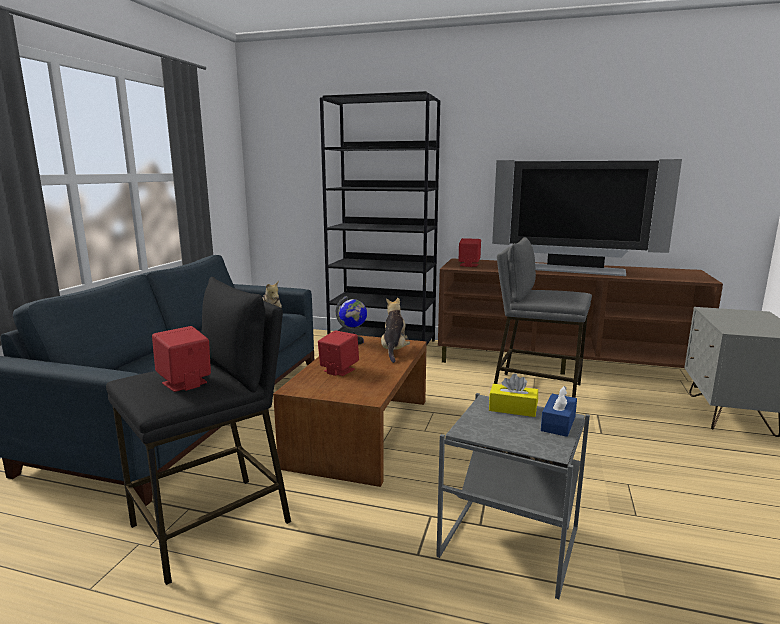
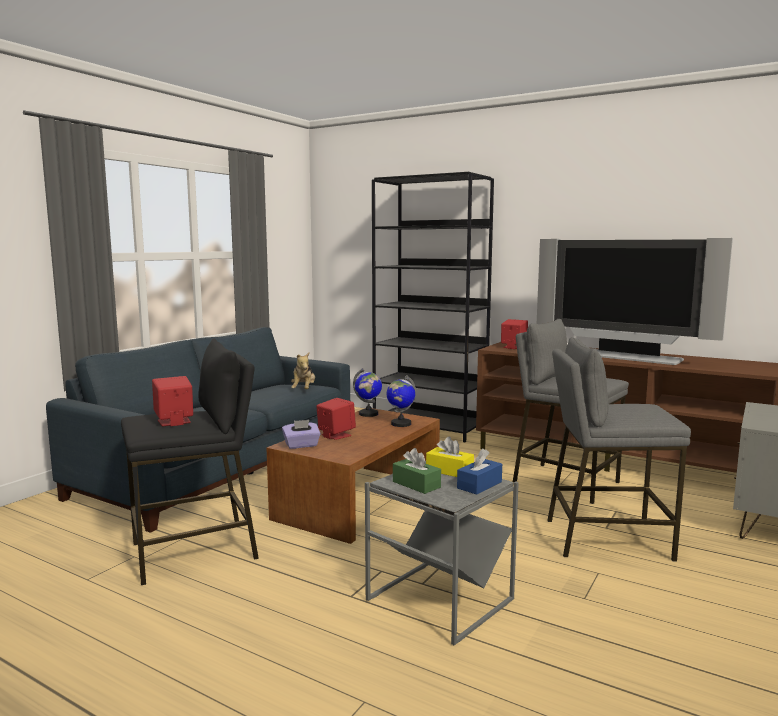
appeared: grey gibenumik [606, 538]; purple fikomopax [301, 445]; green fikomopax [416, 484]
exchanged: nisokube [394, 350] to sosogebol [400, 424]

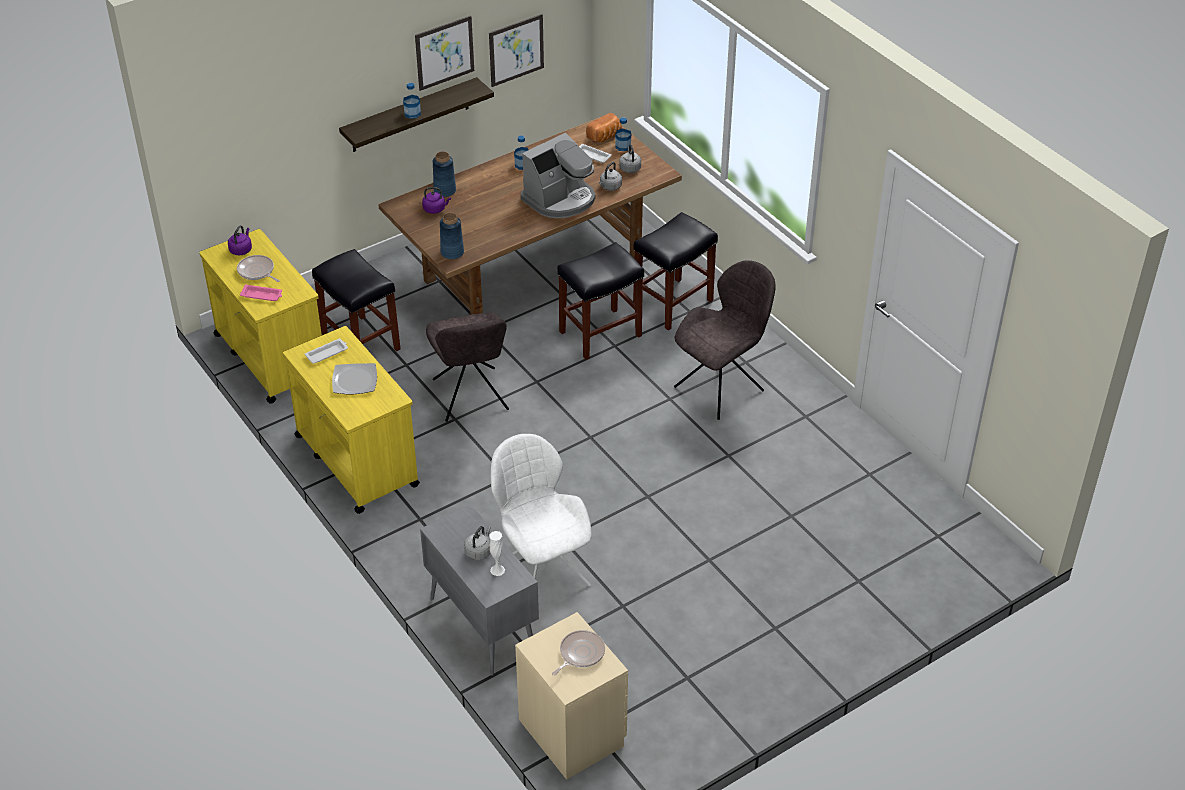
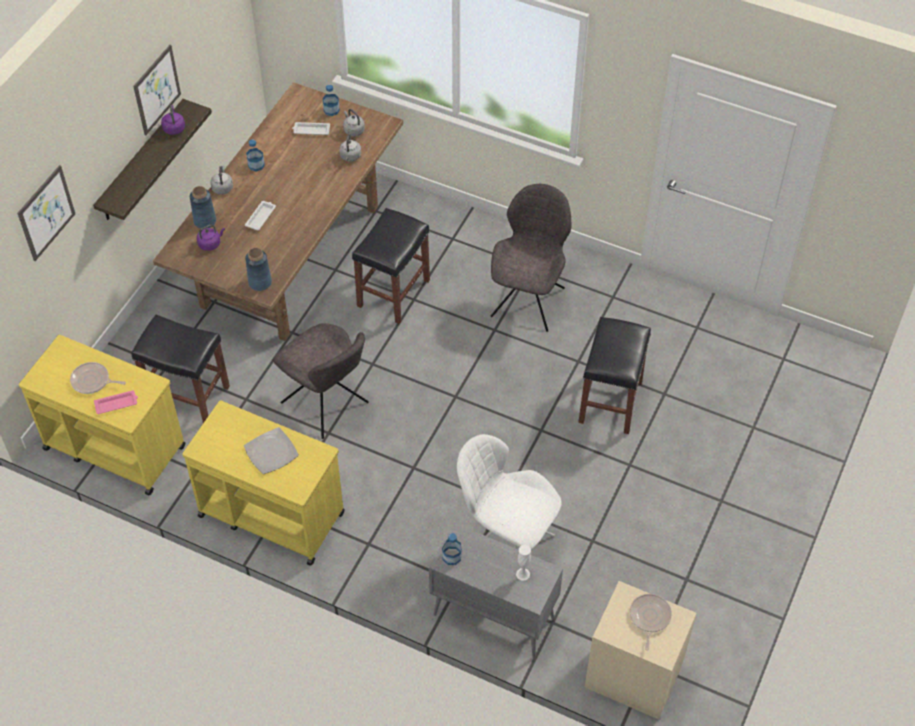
missing: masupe [605, 136]; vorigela [560, 199]
relocated: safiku [516, 50] to [46, 213]; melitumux [412, 113] to [452, 557]; black gibenumik [672, 305] to [610, 403]; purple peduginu [241, 249] to [174, 128]; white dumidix [327, 353] to [261, 217]; grey peduginu [479, 551] to [222, 187]

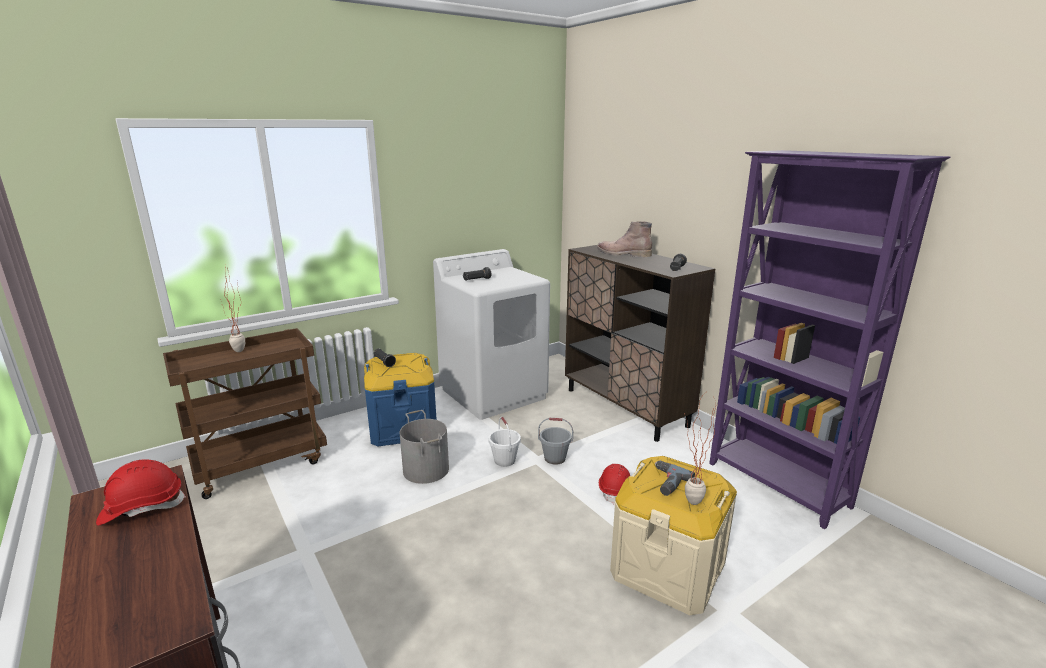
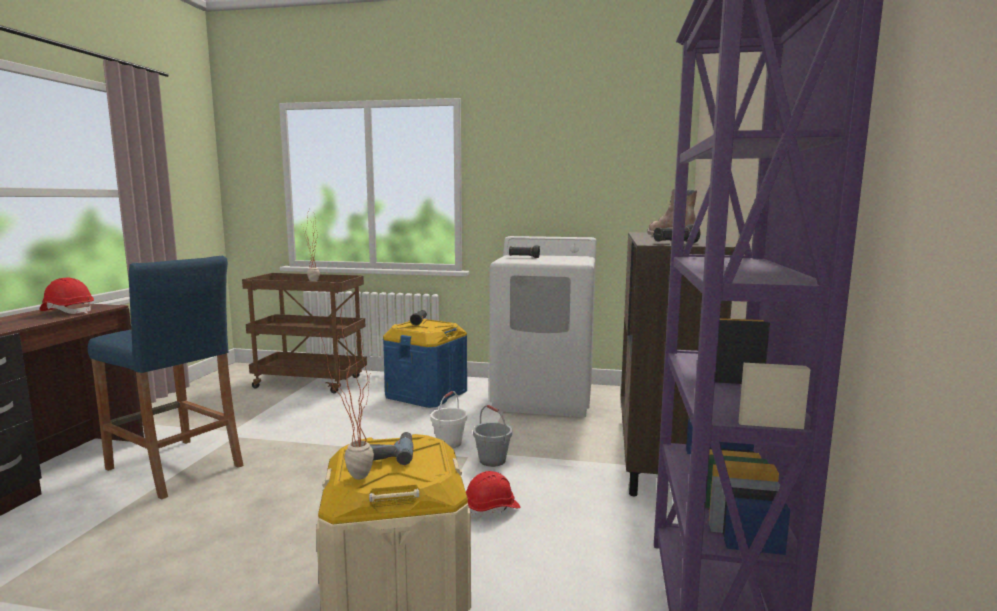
missing: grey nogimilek [425, 470]
appeared: blue gibenumik [174, 467]

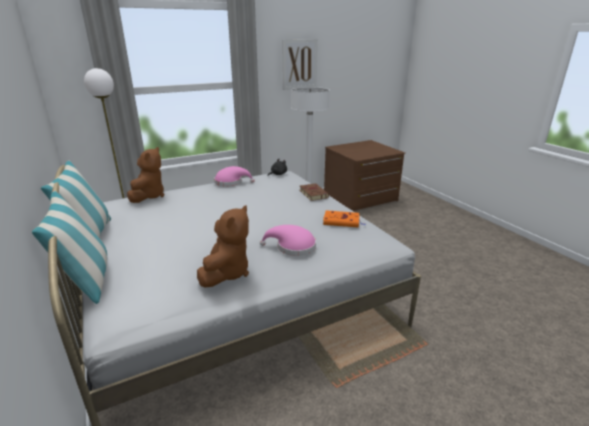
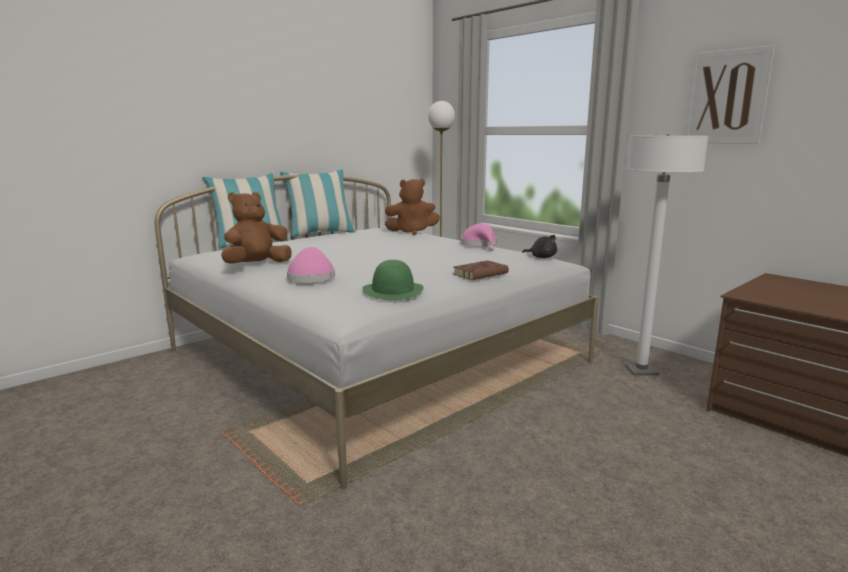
exchanged: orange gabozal [342, 221] to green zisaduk [393, 290]
spun: brown nisokube [226, 273] = [257, 265] 135 degrees clockwise

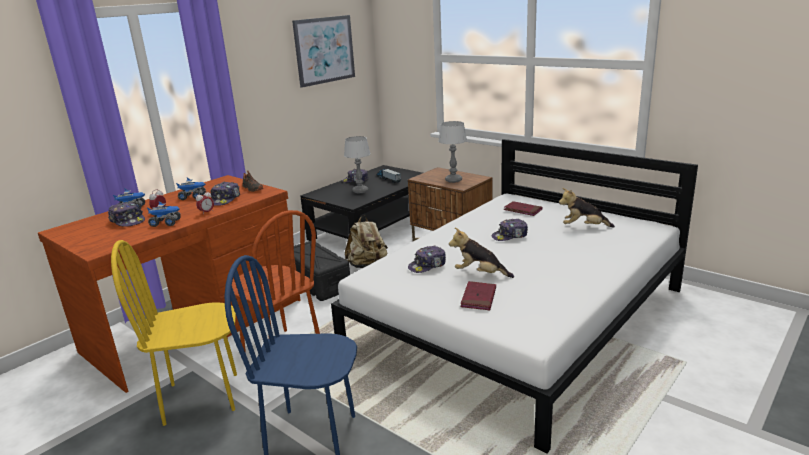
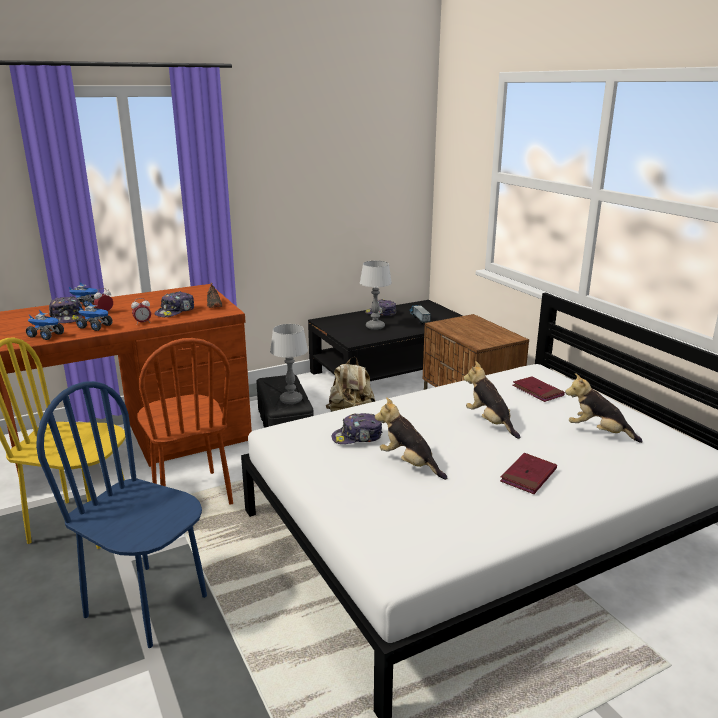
missing: safiku [324, 50]
relocated: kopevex [453, 180] to [291, 400]; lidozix [193, 197] to [46, 335]; red gabozal [478, 298] to [528, 476]
exchanged: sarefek [510, 236] to nisokube [490, 422]

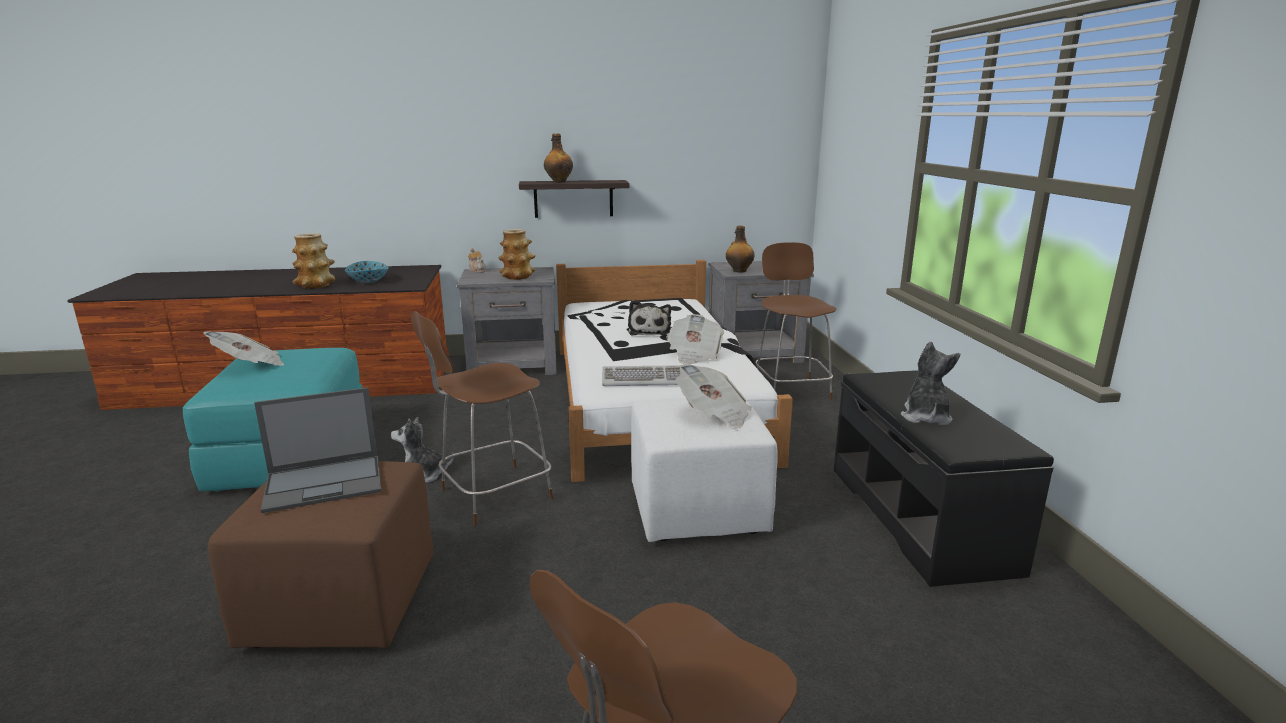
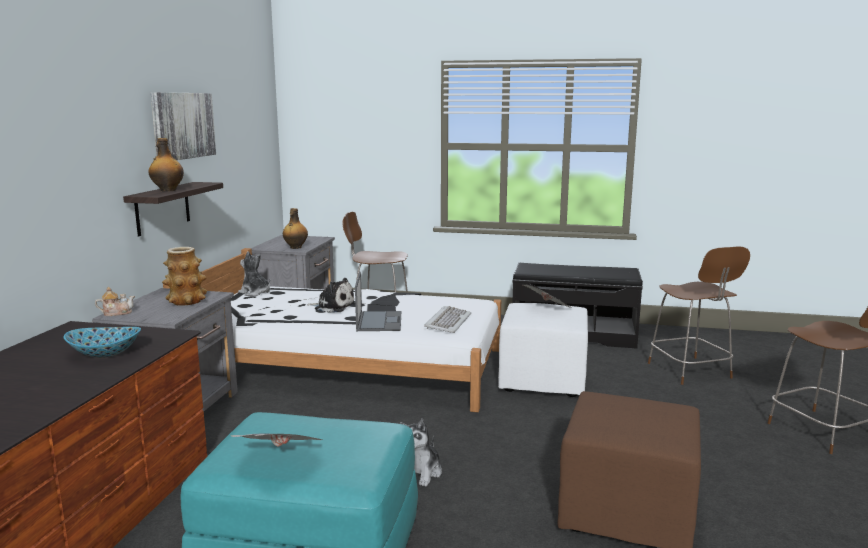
missing: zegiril [316, 285]; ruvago [694, 355]
appeared: safiku [182, 125]
relocated: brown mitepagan [492, 495] to [690, 371]; nisokube [925, 417] to [255, 293]; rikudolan [325, 483] to [379, 321]

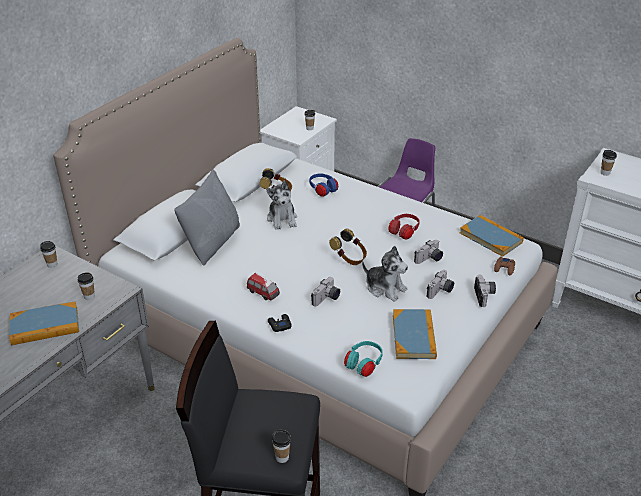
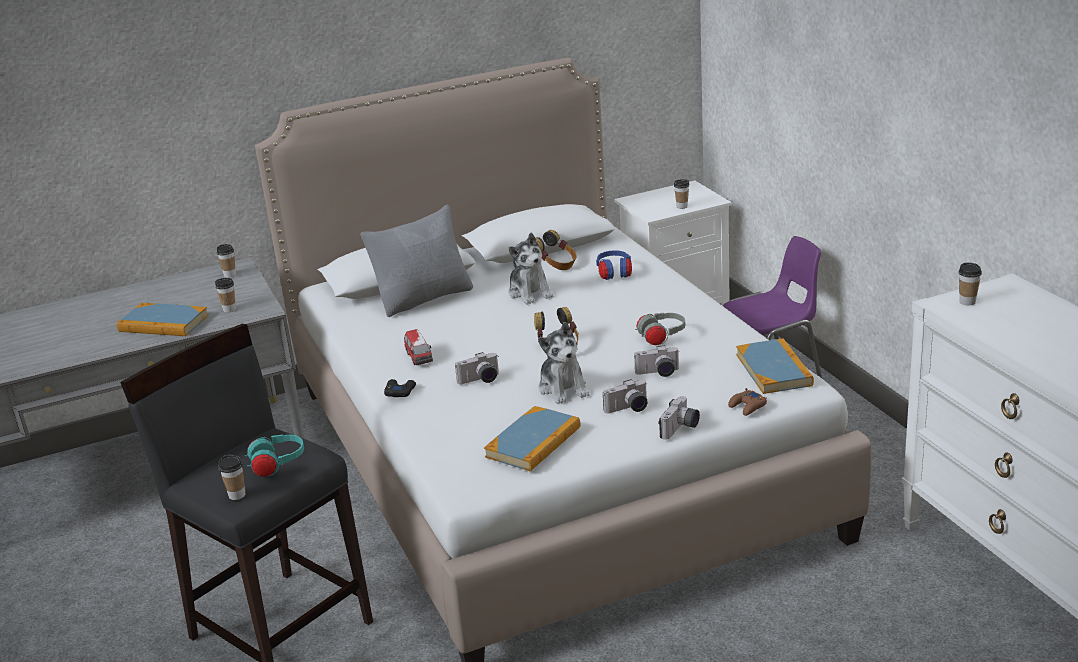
relocated: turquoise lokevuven [363, 365] to [277, 466]
colour: red lokevuven [404, 232] to grey lokevuven [661, 338]
spun: nisokube [282, 219] = [530, 293] 45 degrees counterclockwise

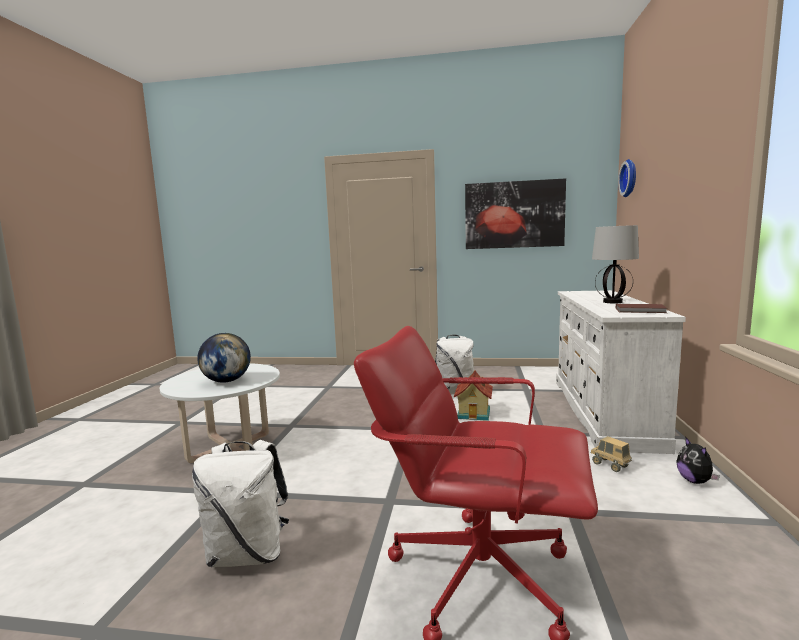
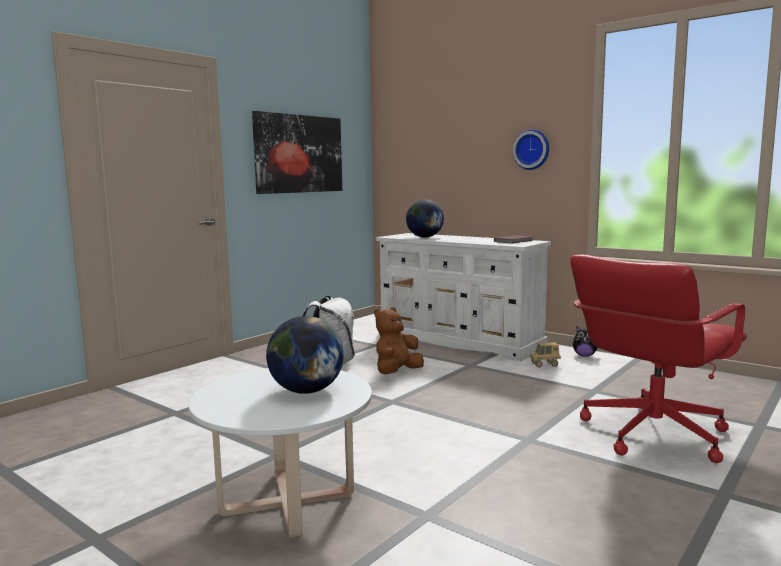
missing: kopevex [613, 302]; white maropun [248, 553]
appeared: sosogebol [424, 237]
relocated: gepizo [630, 178] to [532, 149]
exchanged: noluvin [475, 413] to brown nisokube [397, 372]

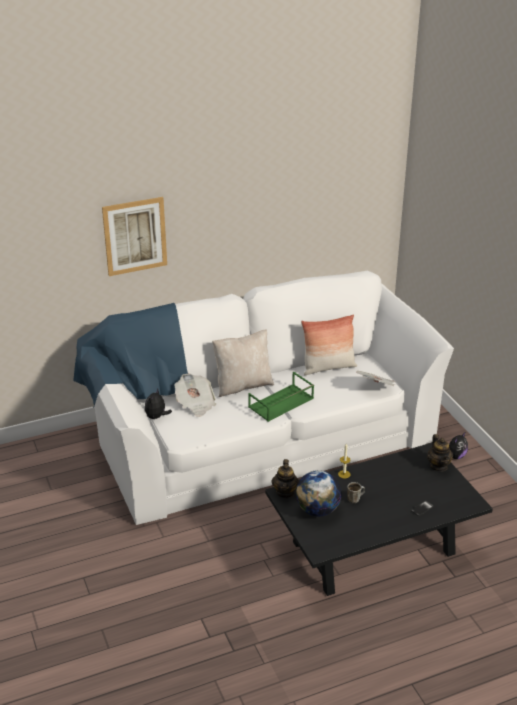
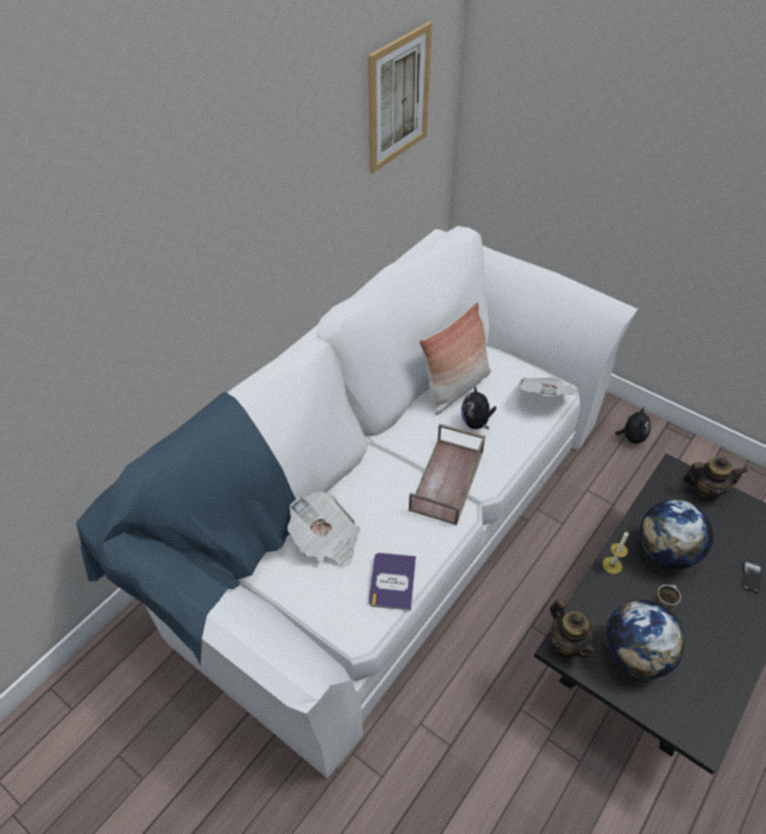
missing: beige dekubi [243, 385]
appeared: sosogebol [665, 552]; gabozal [392, 581]
relocated: safiku [135, 236] to [398, 98]; nisokube [156, 417] to [476, 423]
colour: green dumidix [281, 403] to brown dumidix [447, 482]
spun: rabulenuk [438, 466] = [706, 490] 45 degrees counterclockwise

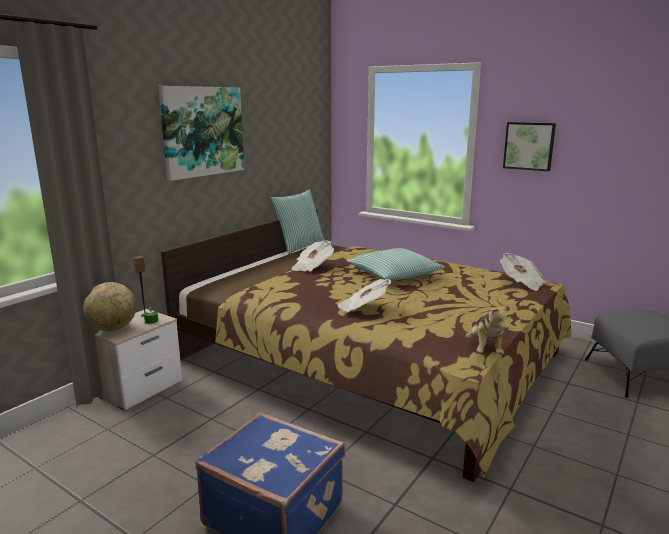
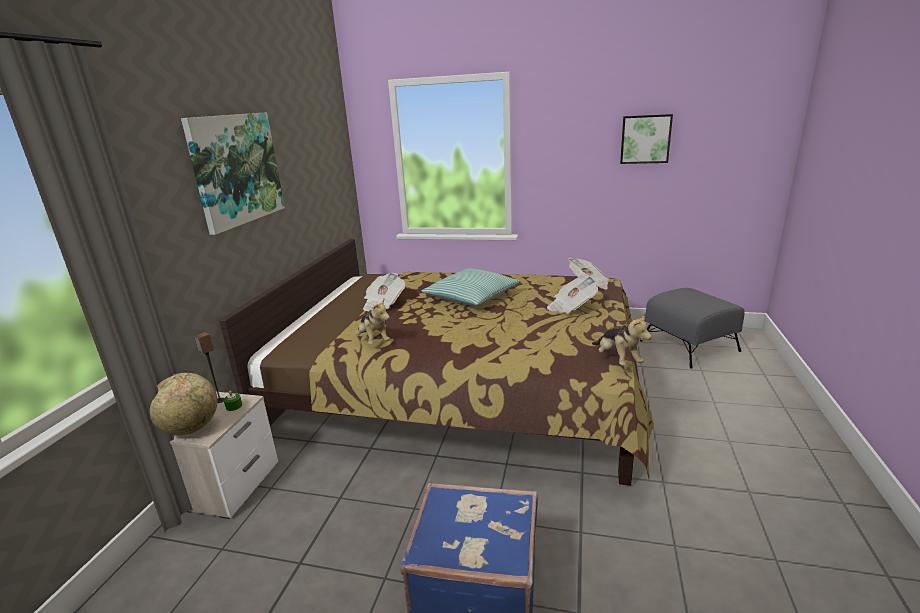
missing: dekubi [300, 247]
appeared: nisokube [373, 340]
relocated: safiku [529, 146] to [645, 139]; ruvago [363, 308] to [571, 307]

